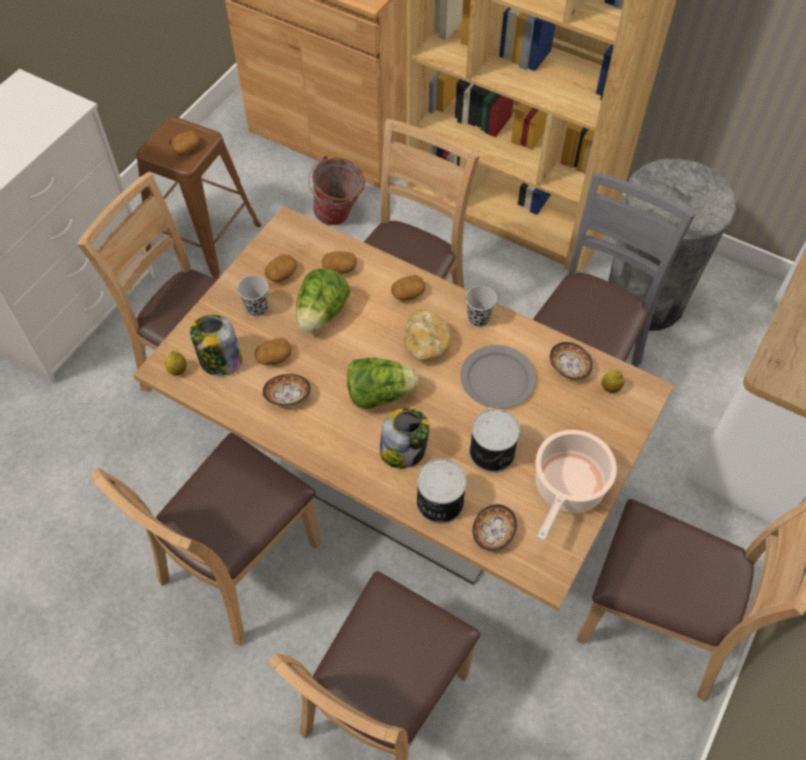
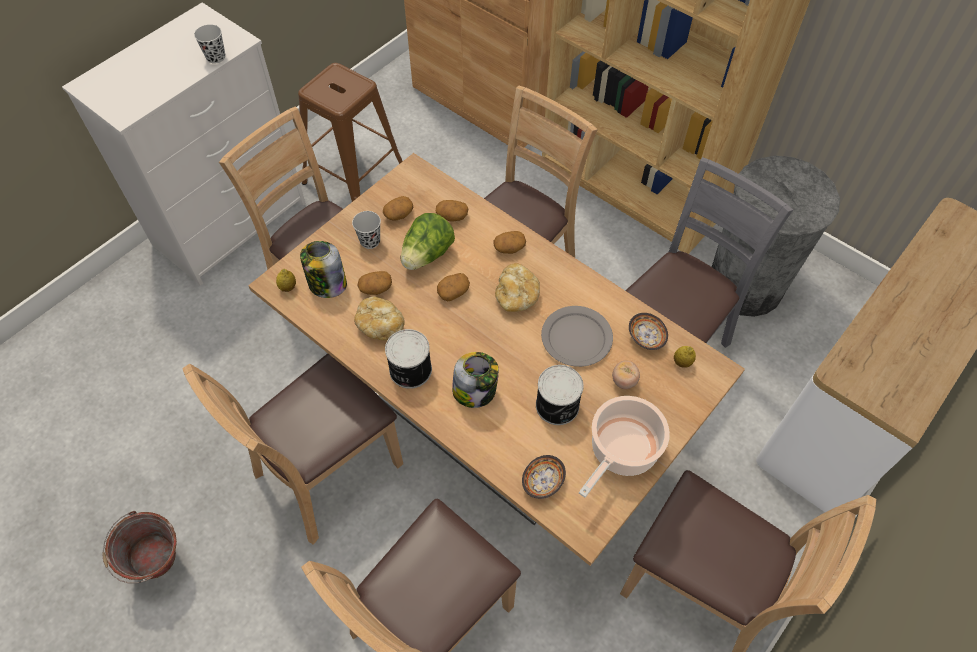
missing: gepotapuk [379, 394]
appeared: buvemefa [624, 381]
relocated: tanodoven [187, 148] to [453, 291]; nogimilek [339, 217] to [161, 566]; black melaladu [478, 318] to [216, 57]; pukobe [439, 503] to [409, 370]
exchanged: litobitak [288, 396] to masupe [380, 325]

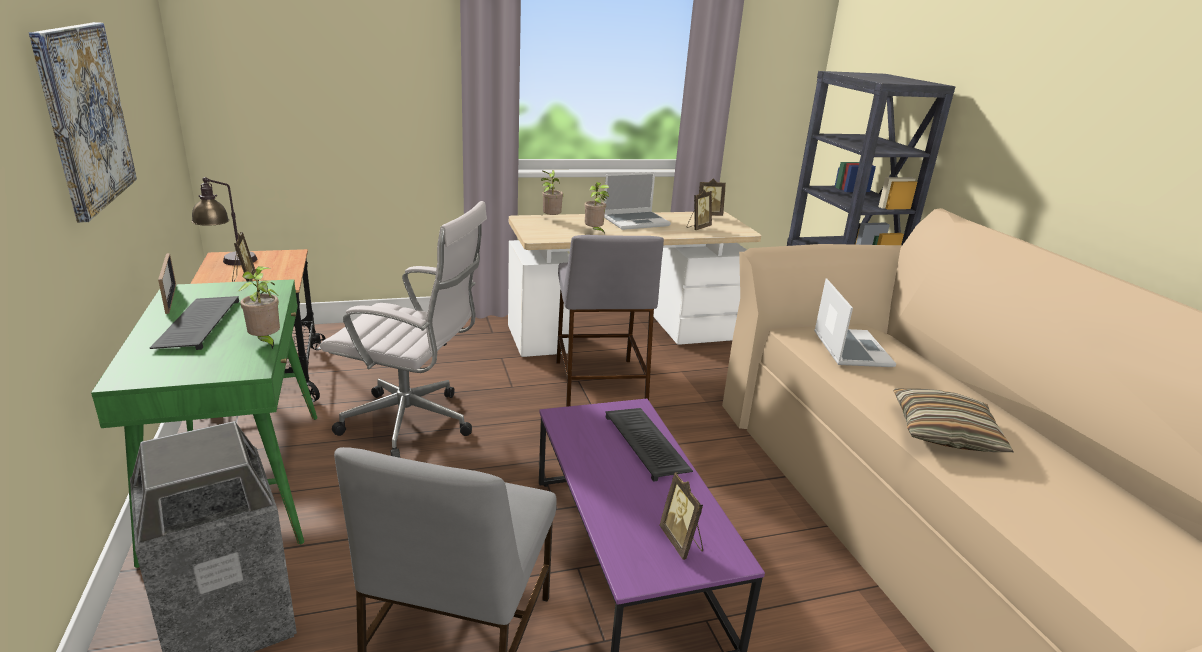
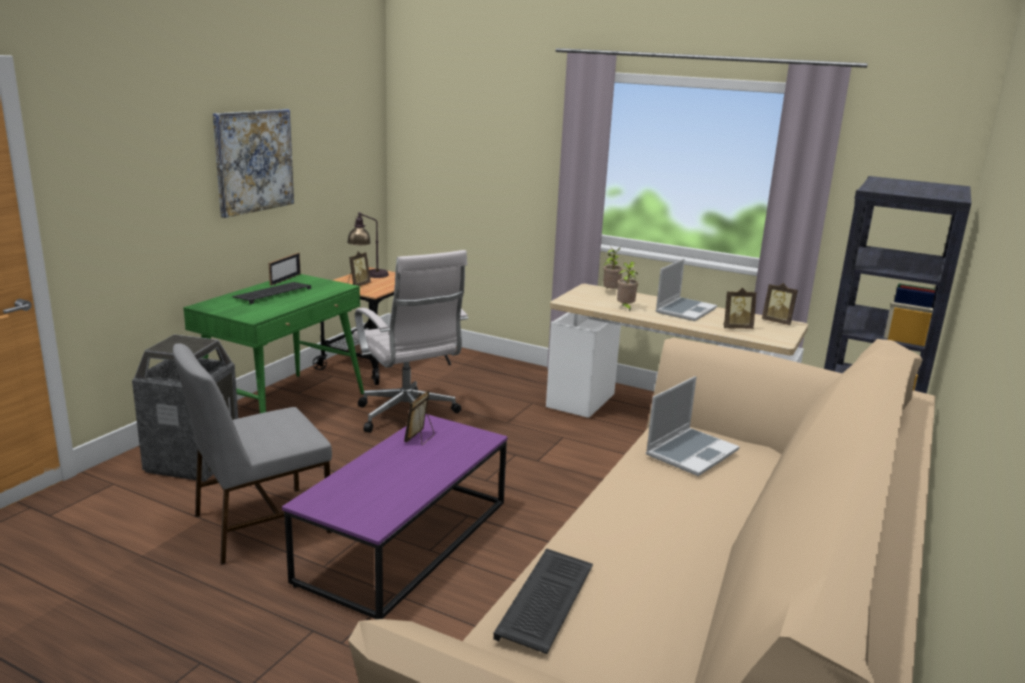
missing: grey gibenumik [599, 383]; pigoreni [265, 342]; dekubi [945, 432]
relocated: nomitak [648, 444] to [547, 603]; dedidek [682, 542] to [420, 438]
spun: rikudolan [636, 221] = [685, 310] 75 degrees counterclockwise

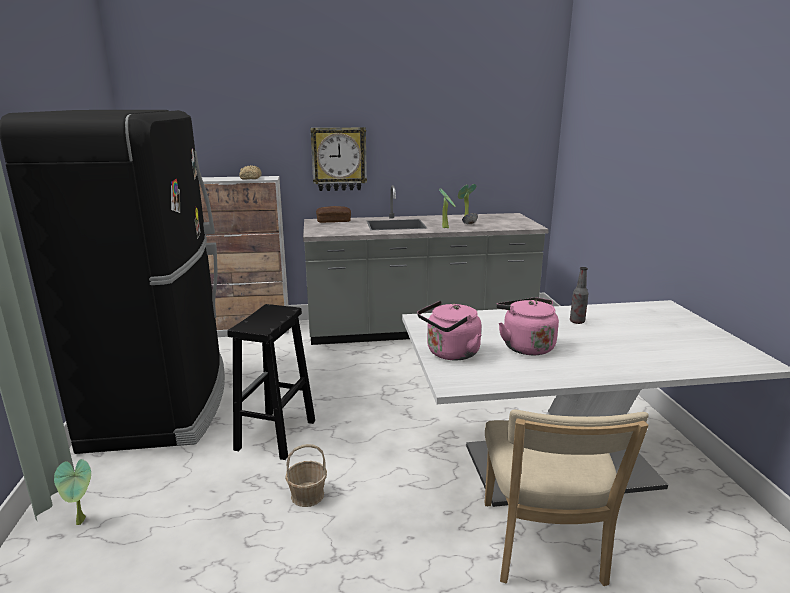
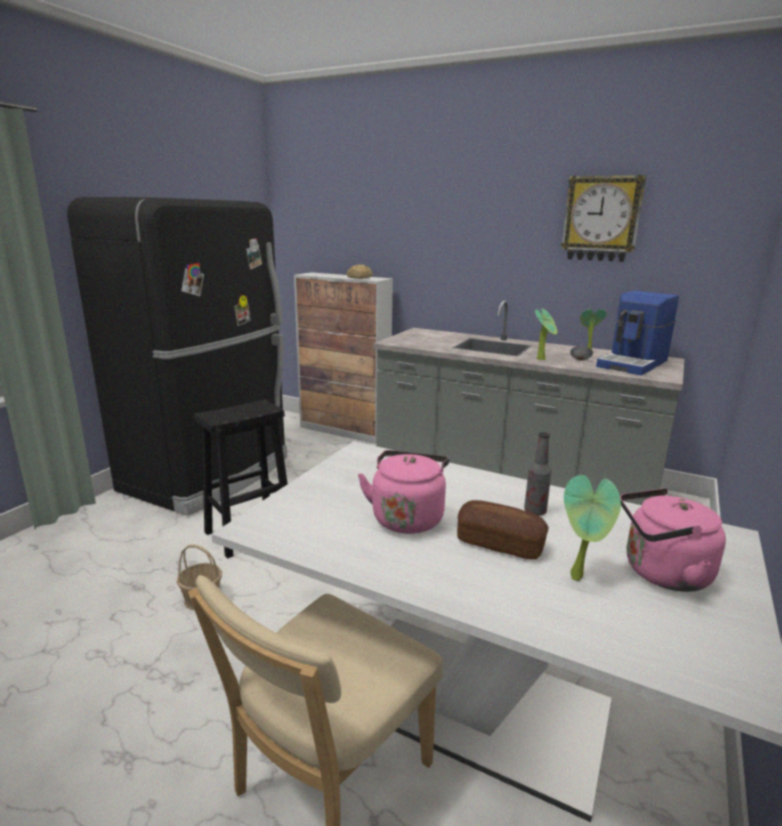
appeared: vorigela [634, 364]
relocated: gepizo [339, 159] to [601, 219]; masupe [333, 221] to [499, 543]; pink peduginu [450, 354] to [661, 573]; pigoreni [82, 521] to [580, 577]

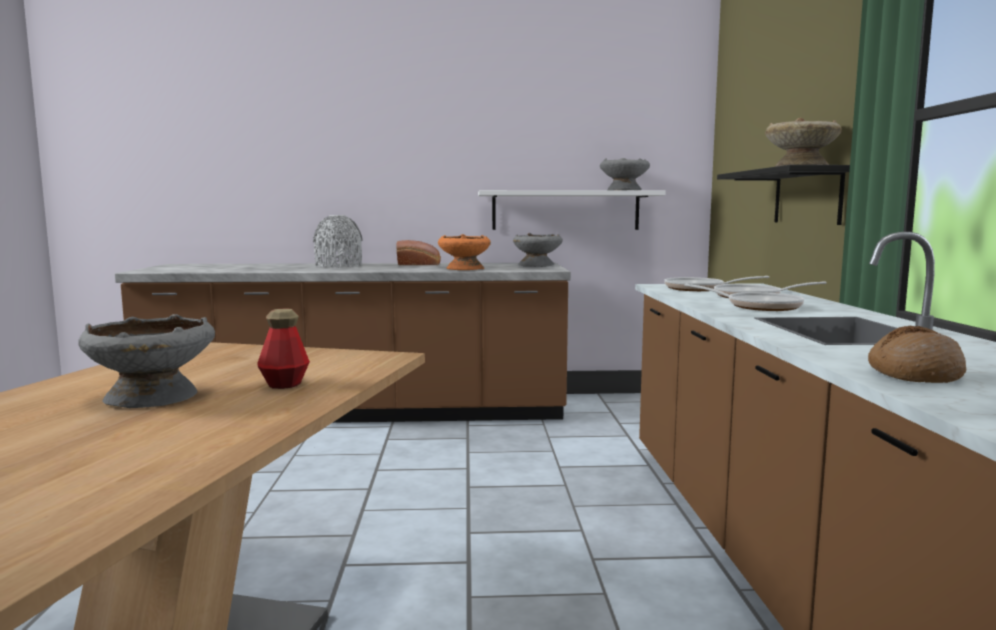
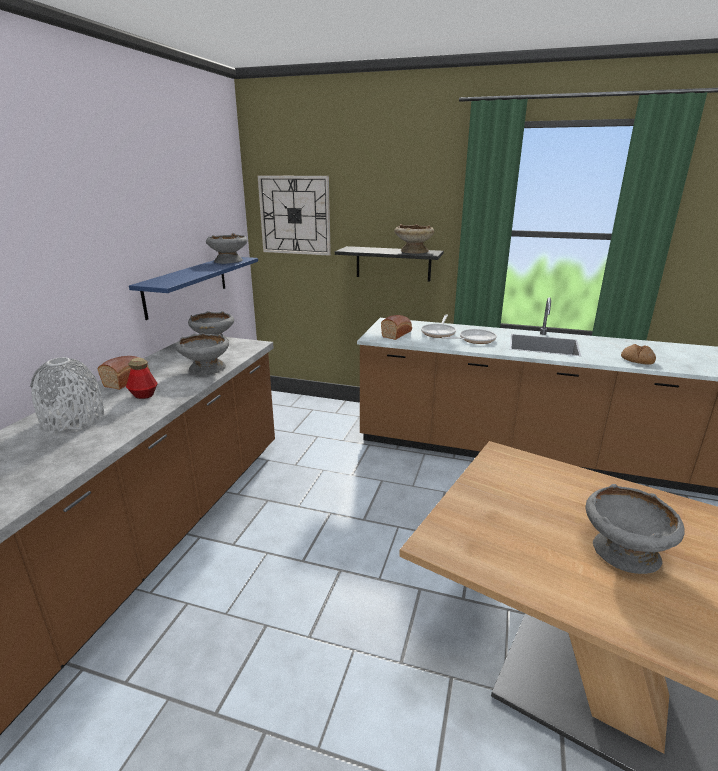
appeared: gepizo [295, 215]
relocated: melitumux [284, 384] to [143, 395]
exchanged: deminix [699, 289] to masupe [397, 334]
colour: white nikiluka [565, 210] to blue nikiluka [187, 285]; orange litobitak [464, 269] to grey litobitak [206, 369]

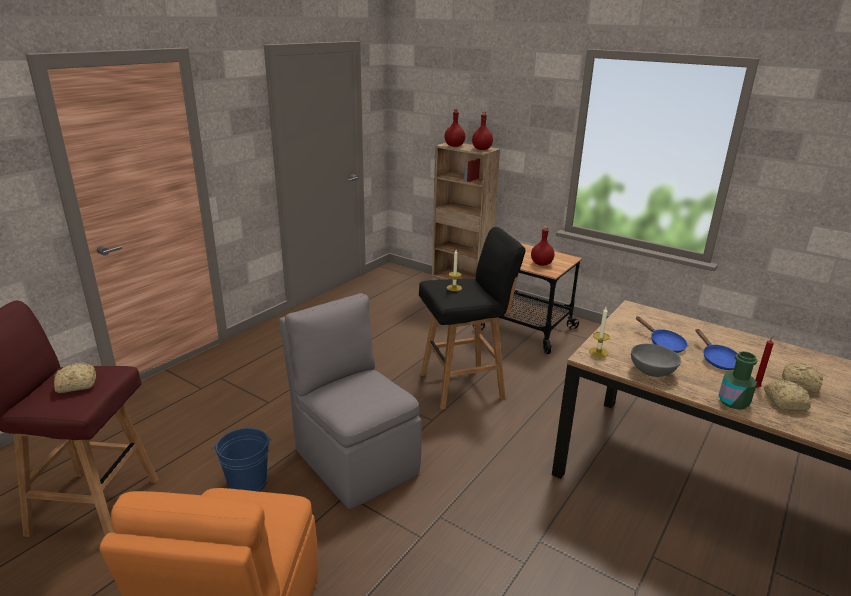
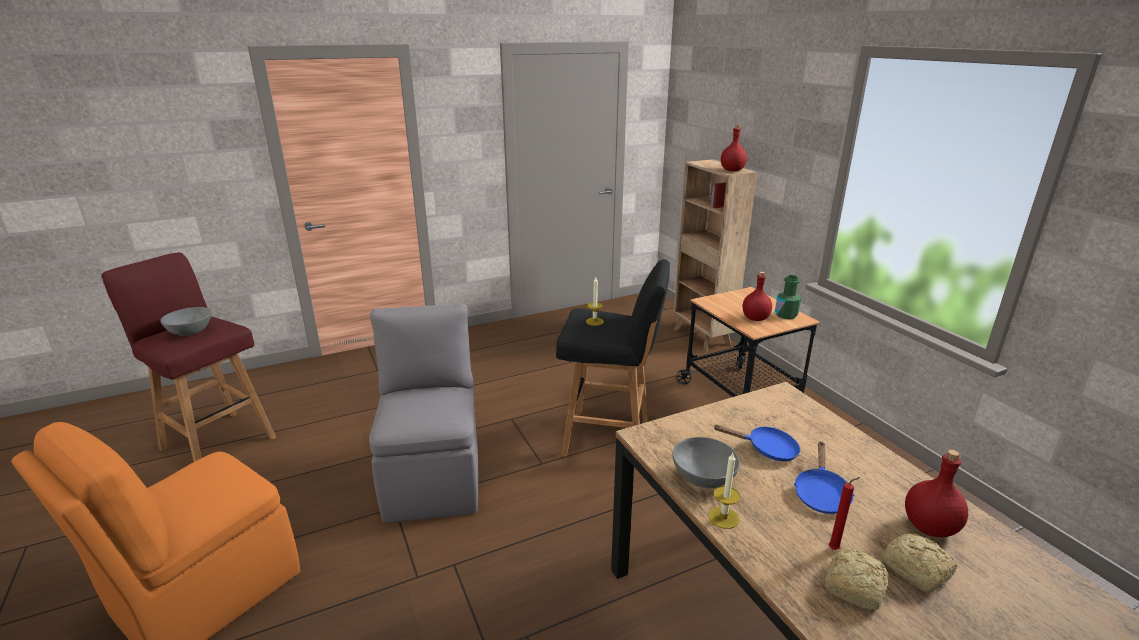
missing: blue nogimilek [247, 484]
relocated: red melitumux [454, 146] to [928, 527]; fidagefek [598, 352] to [723, 517]; green melitumux [733, 402] to [786, 315]
exchanged: masupe [75, 385] to grey litobitak [190, 332]
spun: blue deminix [663, 344] = [766, 449] 75 degrees counterclockwise

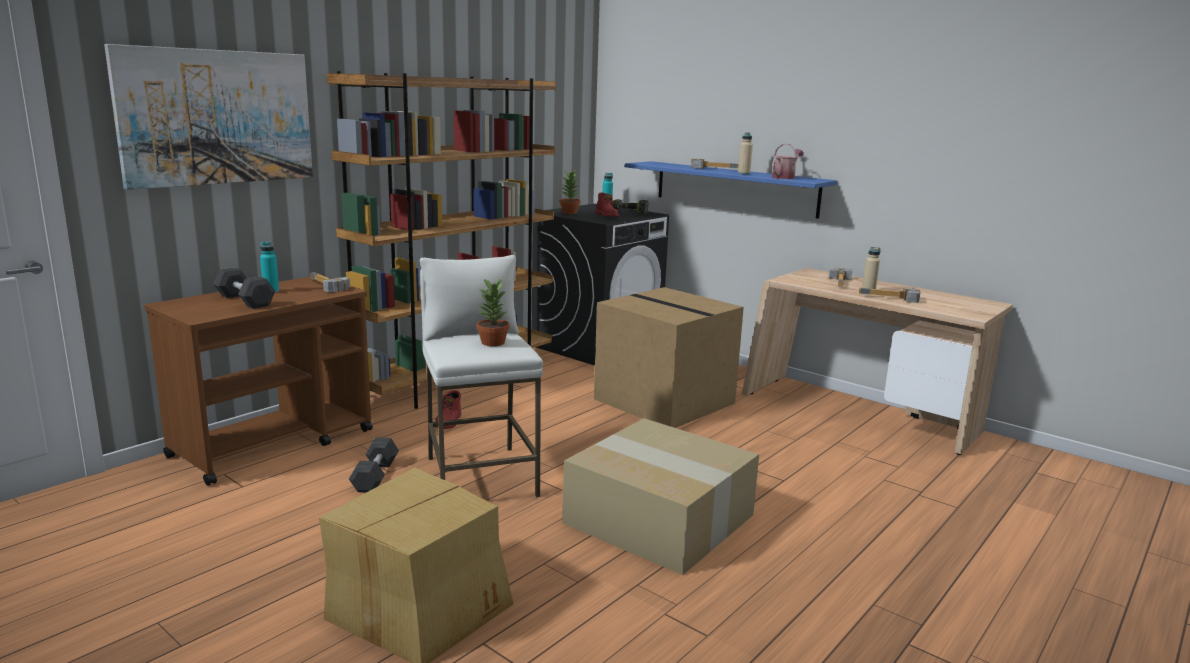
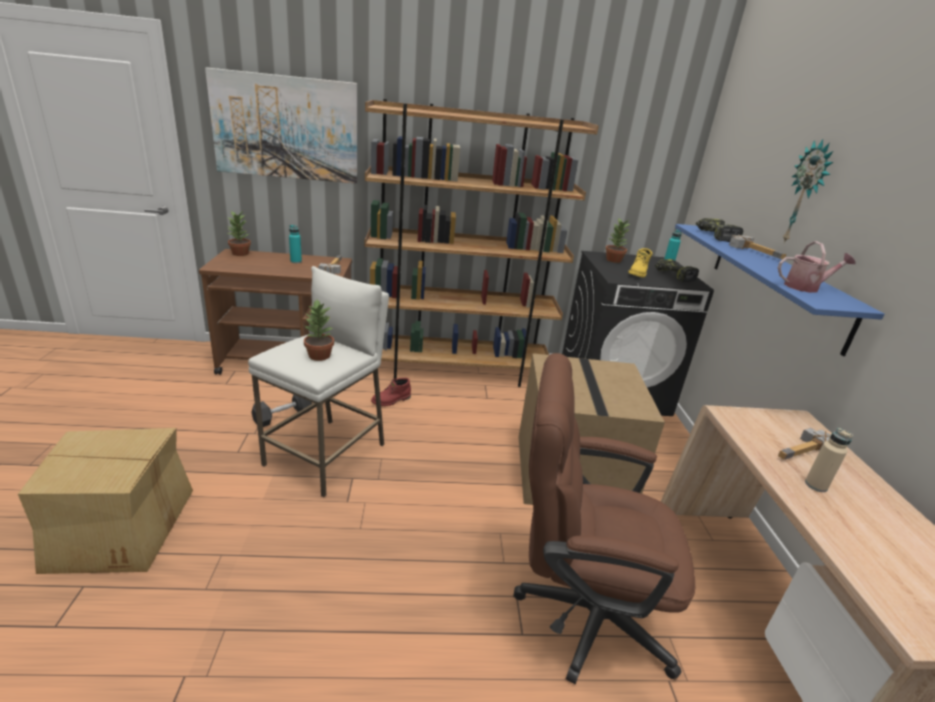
missing: beige melitumux [744, 173]; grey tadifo [245, 300]; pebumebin [891, 298]; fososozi [656, 519]
appeared: gepizo [806, 193]; pigoreni [240, 254]; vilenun [715, 236]; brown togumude [579, 610]
colour: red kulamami [607, 216] to yellow kulamami [638, 273]

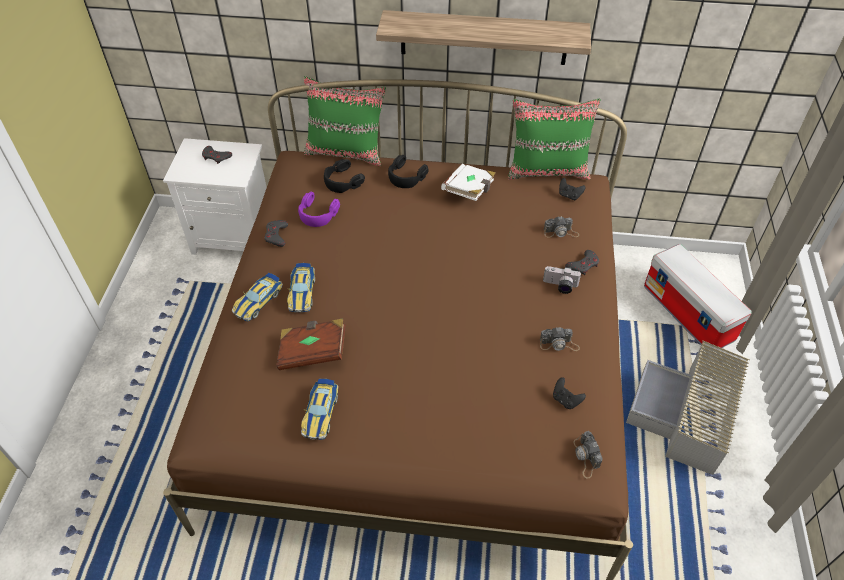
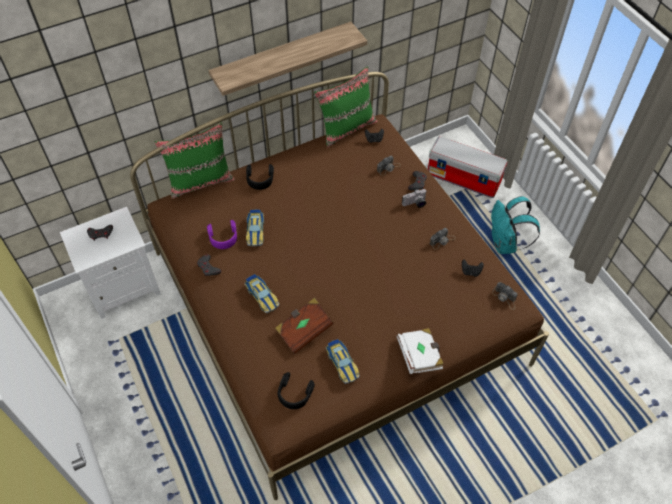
relocated: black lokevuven [342, 181] to [294, 394]; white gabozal [469, 191] to [419, 355]; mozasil [258, 301] to [255, 231]
exchanged: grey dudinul [686, 416] to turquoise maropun [505, 244]

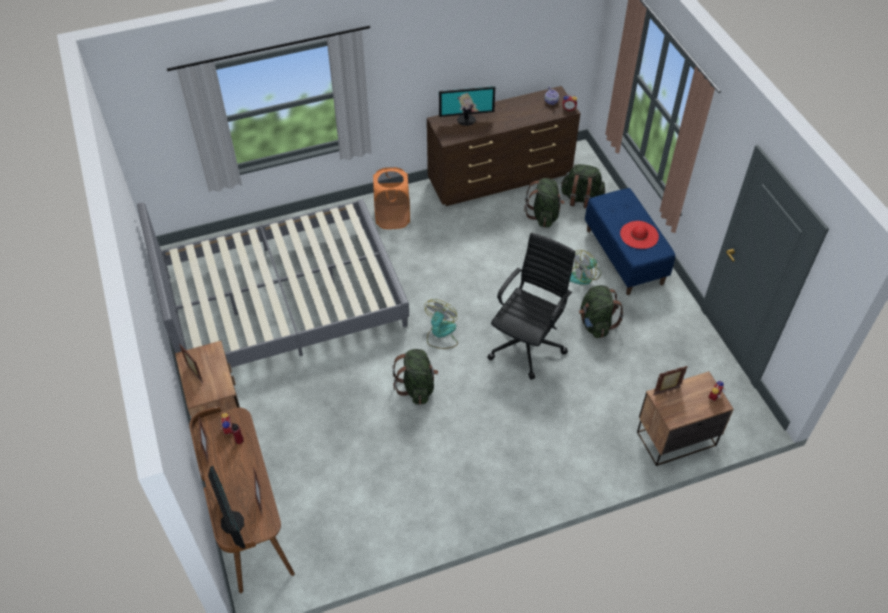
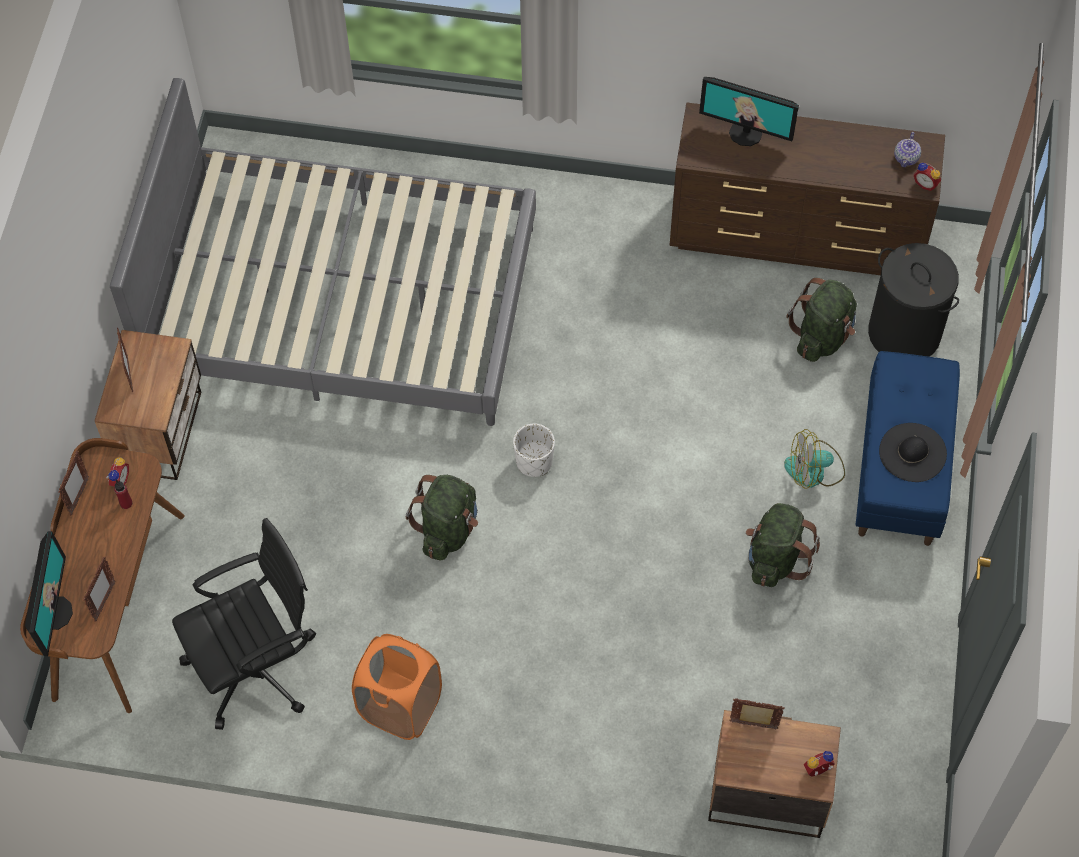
relocated: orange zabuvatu [392, 218] to [400, 707]; black togumude [527, 343] to [257, 666]
exchanged: green maropun [581, 198] to black zabuvatu [904, 333]; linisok [441, 333] to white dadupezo [534, 461]
colour: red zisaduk [639, 235] to black zisaduk [912, 452]

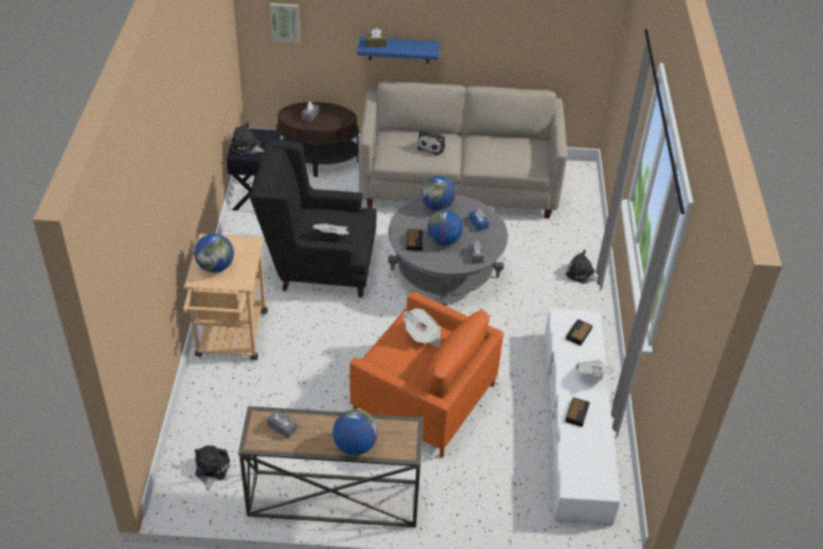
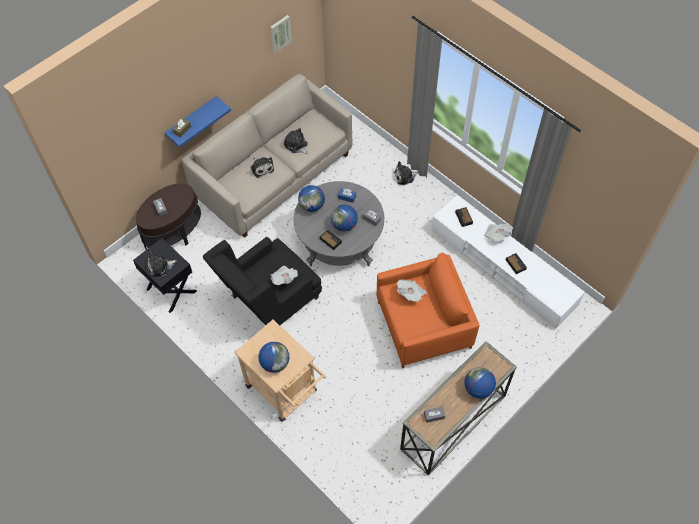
relocated: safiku [285, 22] to [280, 33]; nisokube [211, 469] to [296, 145]

